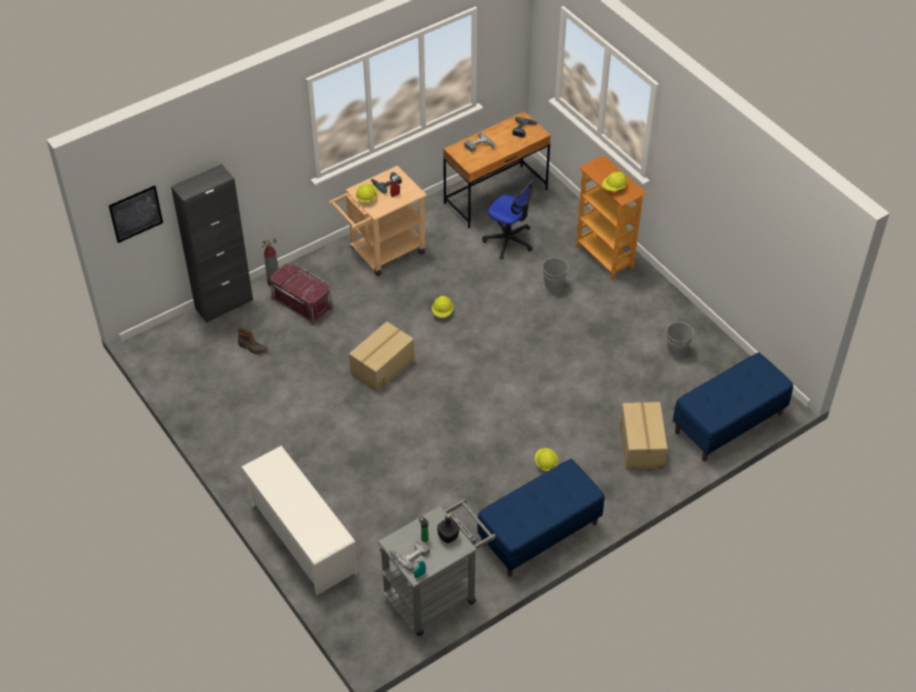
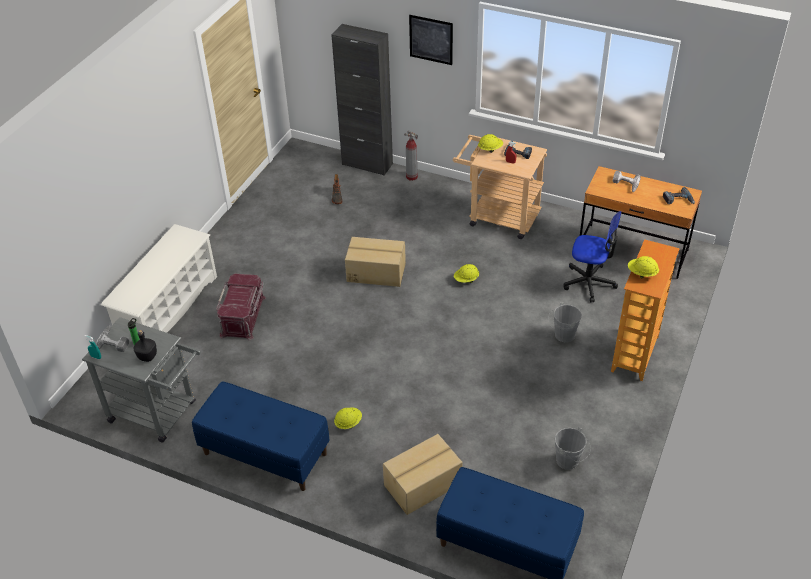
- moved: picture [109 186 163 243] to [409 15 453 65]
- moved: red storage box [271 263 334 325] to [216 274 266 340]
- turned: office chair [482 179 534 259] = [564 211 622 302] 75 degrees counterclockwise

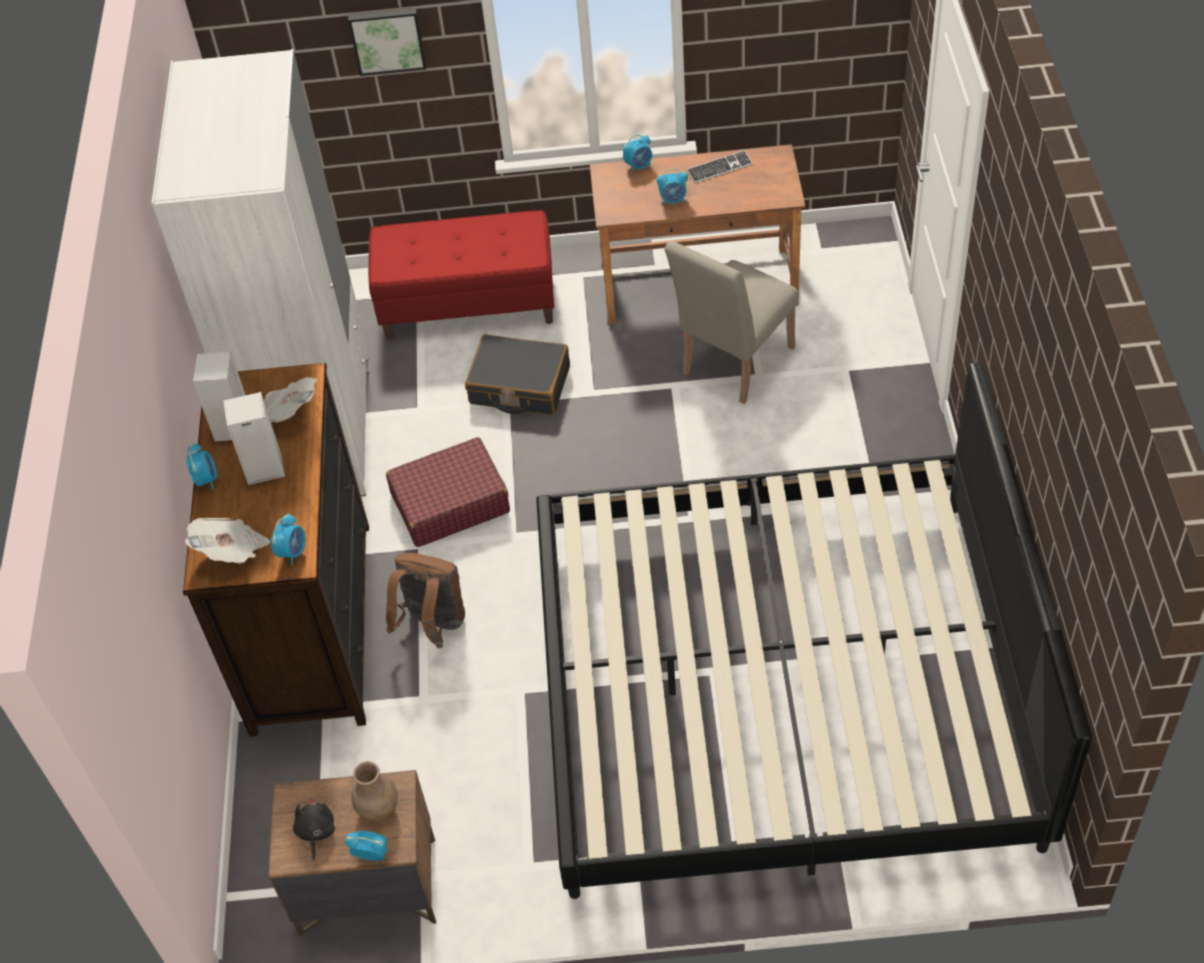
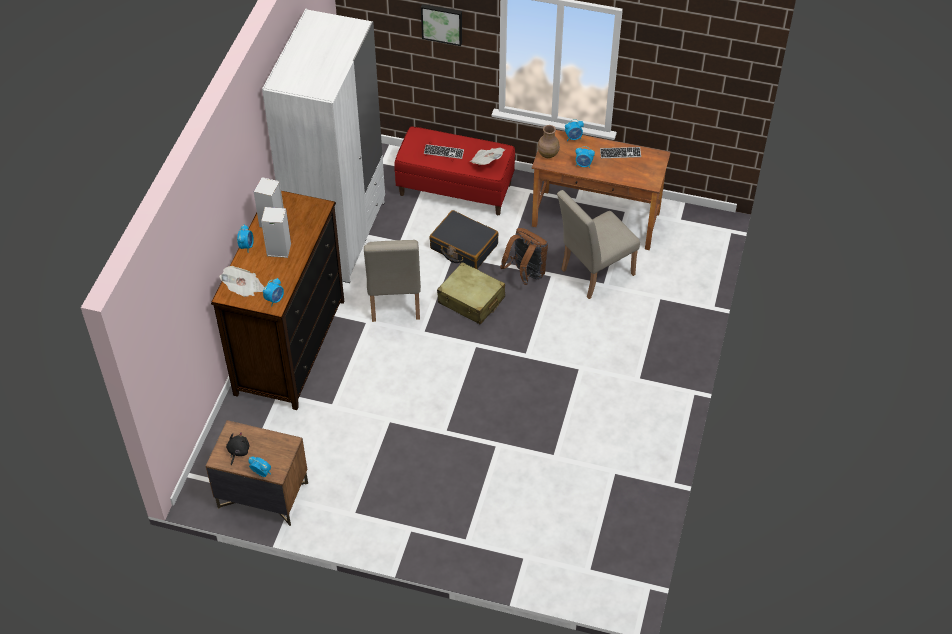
- removed: bed [536 362 1092 899]
- added: keyboard [424 144 464 159]
- added: beige suitcase [437 262 505 325]
- moved: newspaper [264 377 317 423] to [470 148 505 165]
- moved: brown vase [351 761 398 821] to [537 125 560 158]
- moved: brown backpack [386 553 465 648] to [500 228 548 285]
- replaced: red suitcase [386 437 510 547] to beige chair [364 240 421 322]

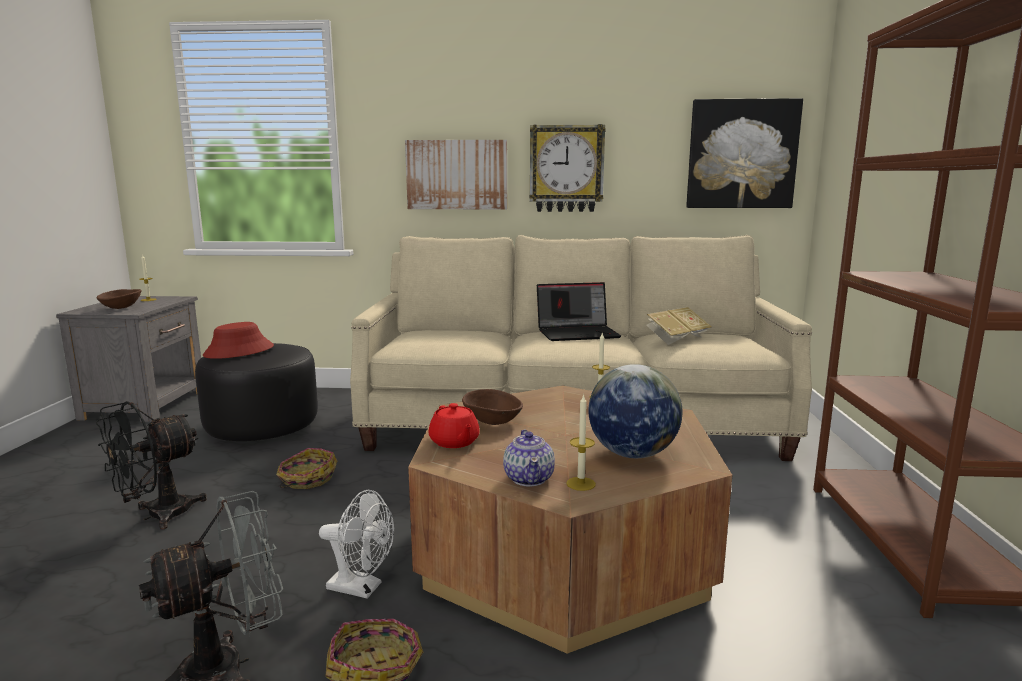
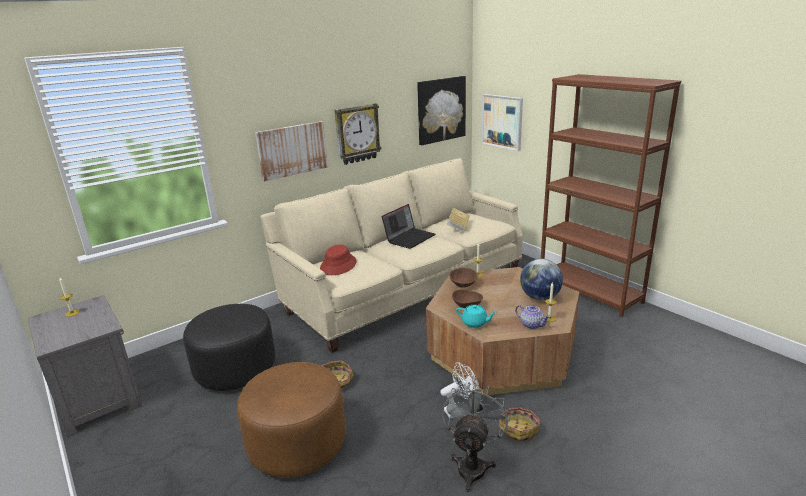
- added: picture [481 94 523 151]
- moved: brown bowl [96 289 142 309] to [450 268 478 287]
- moved: red hat [203 322 274 359] to [320 245 357 275]
- replaced: black fan [96 401 207 530] to brown ottoman [237 362 346 478]
- recoloured: red teapot [428 403 480 448] to turquoise teapot [456 305 496 328]

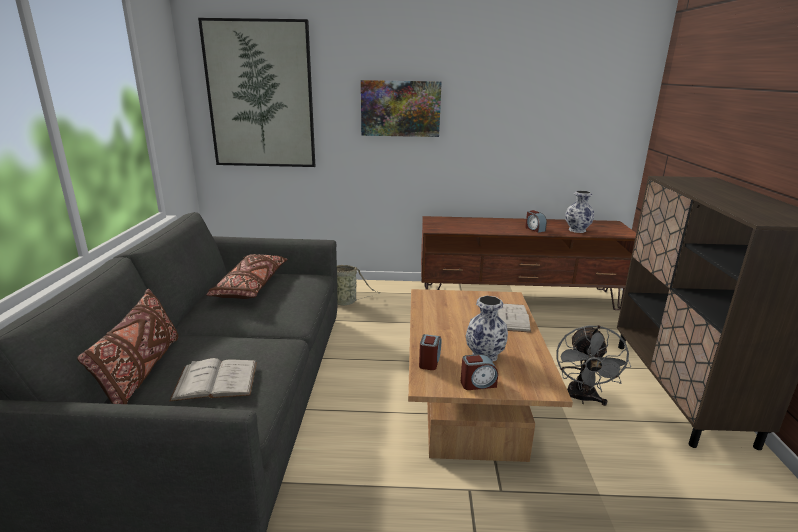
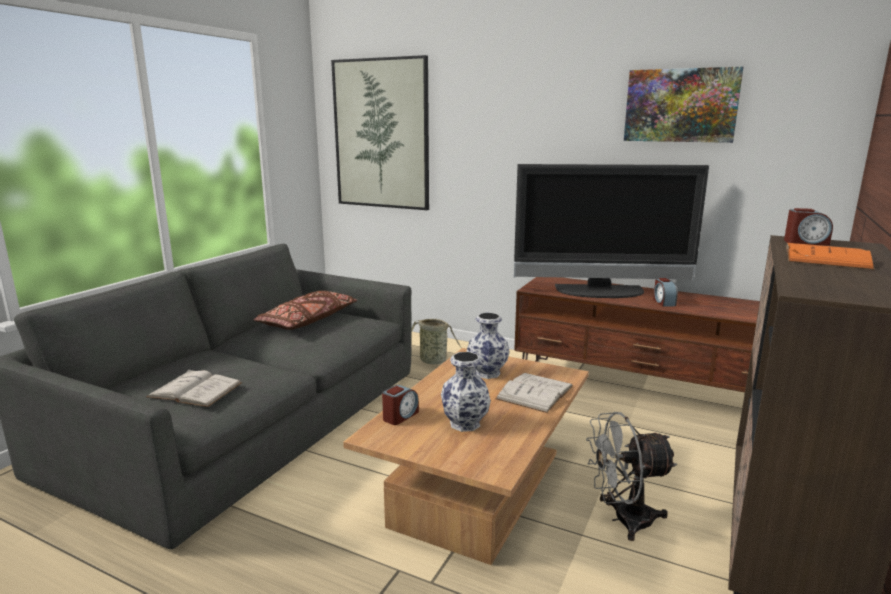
- removed: brown pillow [77 289 178 404]
- added: television [514 164 709 298]
- added: orange book [786 243 875 270]
- moved: picture [361 80 442 137] to [624 66 744 143]
- moved: alarm clock [461 354 498 390] to [784 208 833 246]
- moved: vase [565 190 594 233] to [467 312 510 379]
- turned: grey fan [556 325 631 406] = [586 412 677 541] 45 degrees clockwise

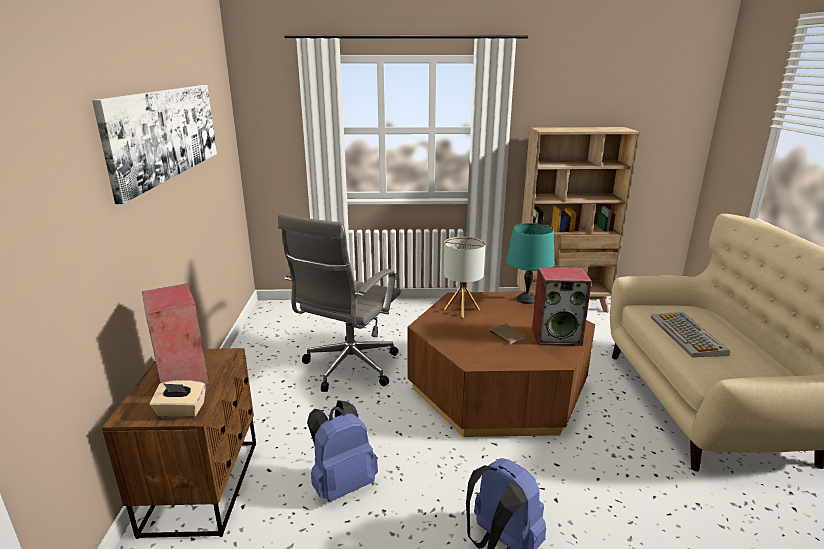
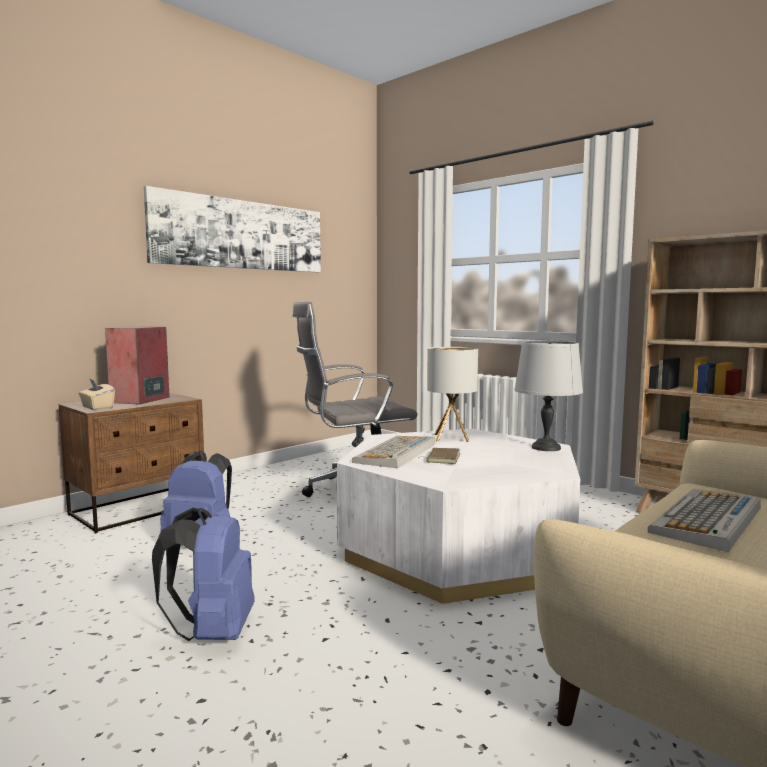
- removed: speaker [532 267 592 346]
- added: keyboard [352 436 435 468]
- recoloured: brown coffee table [407 292 595 437] to white coffee table [337 429 580 604]
- recoloured: turquoise table lamp [506 223 555 304] to grey table lamp [515 341 583 451]

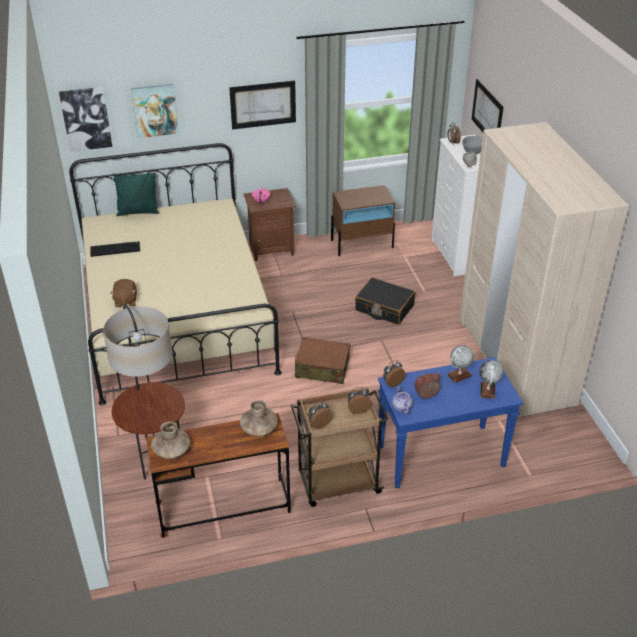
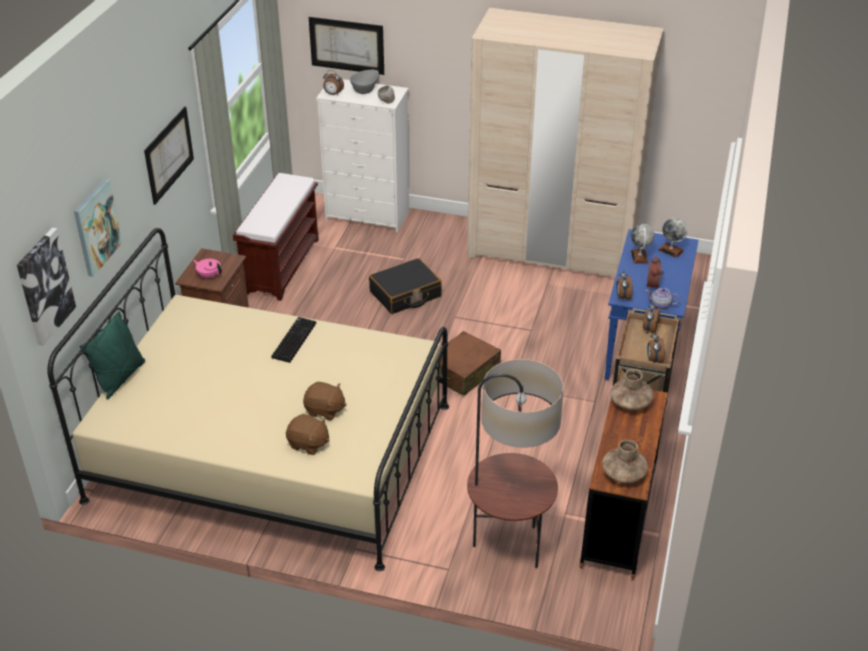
- added: brown plush toy [303 382 347 420]
- moved: keyboard [90 241 140 257] to [271 317 316 363]
- replaced: brown nightstand [331 185 395 256] to brown bench [233 173 319 301]

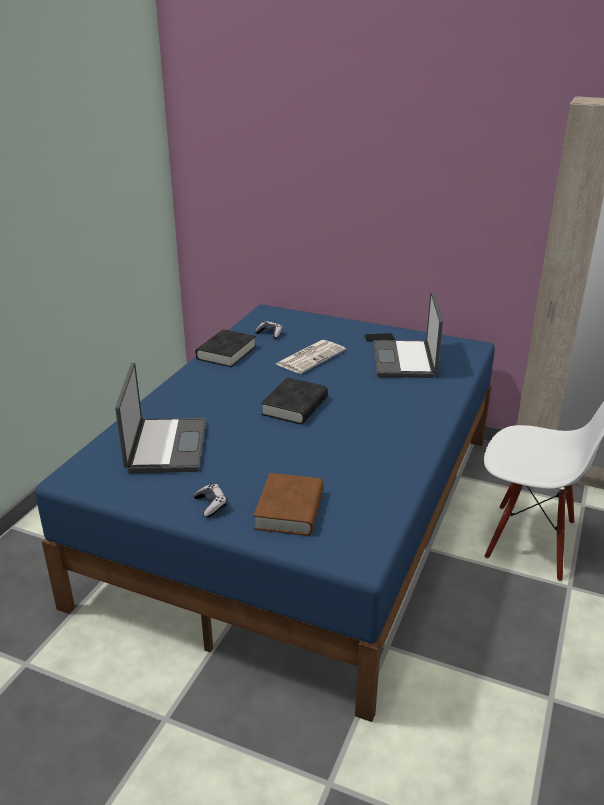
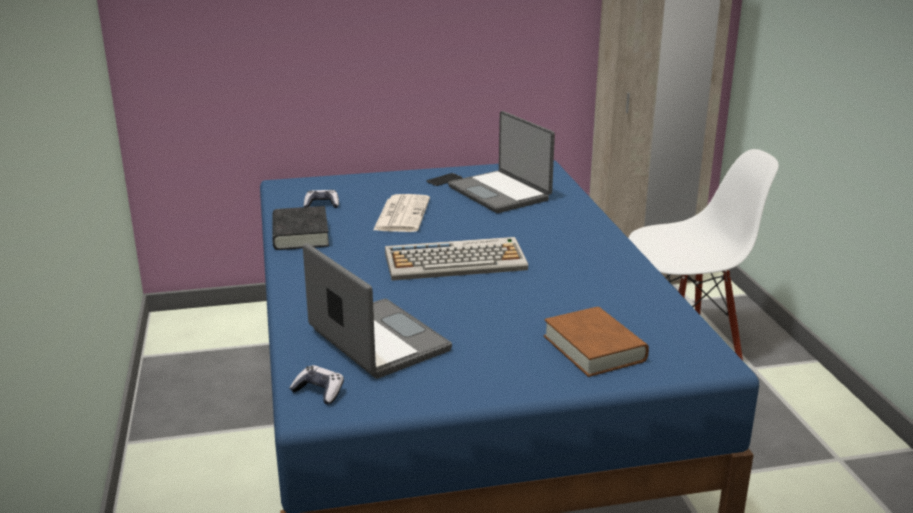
- moved: game controller [194 484 227 517] to [290 365 344 404]
- replaced: black book [261 378 328 424] to keyboard [385 237 528 281]

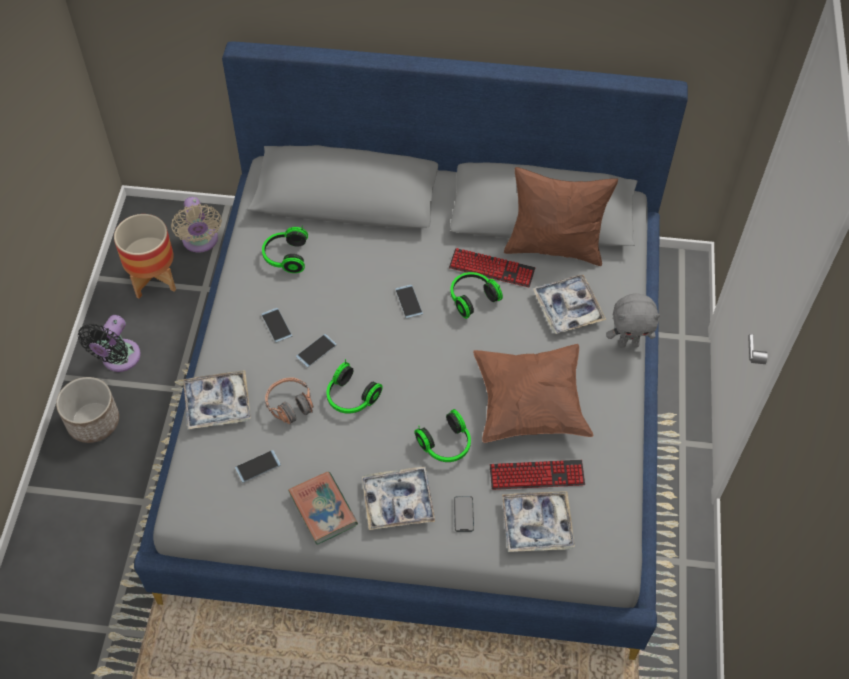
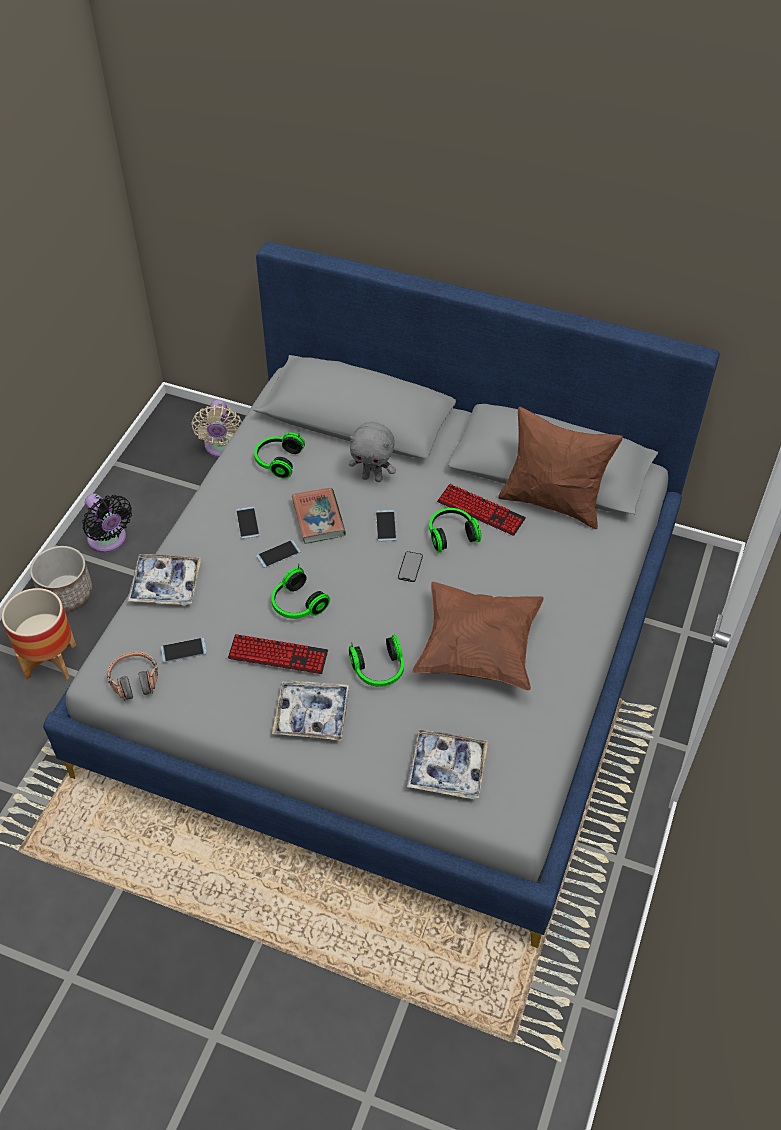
- removed: tray [533 274 606 334]
- moved: planter [114 214 176 299] to [2 588 76 680]
- moved: headphones [265 377 314 425] to [107 652 158 701]
- moved: book [288 471 358 545] to [292 488 346 544]
- moved: phone [454 496 474 532] to [398 551 423 582]
- moved: keyboard [490 460 585 490] to [228 634 328 674]
- moved: grey plush toy [606 293 660 348] to [349 422 396 482]
- turned: black fan [78 315 141 372] = [82 494 132 553] 75 degrees counterclockwise

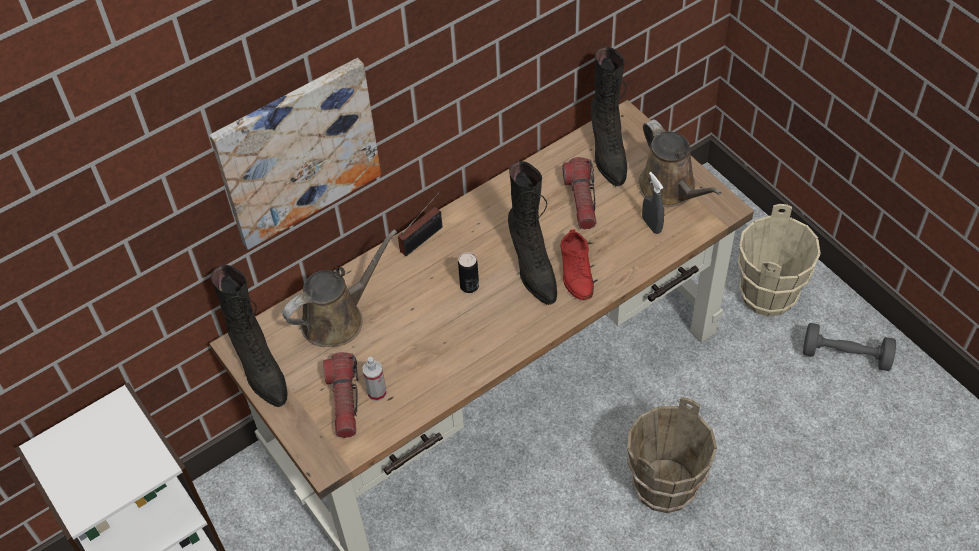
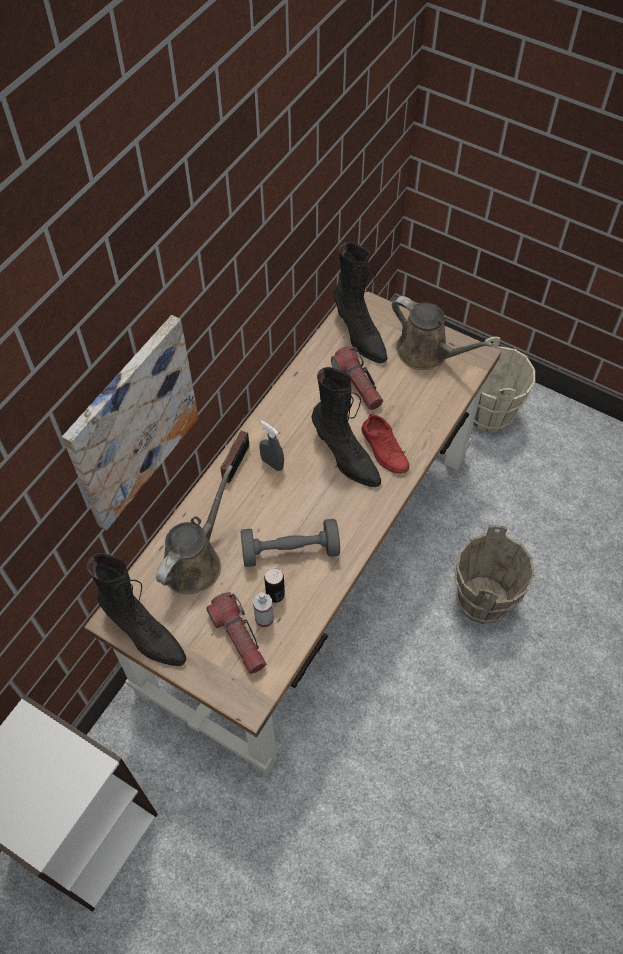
- moved: can [458 252 479 293] to [264 567 285 603]
- moved: grey spray bottle [642 172 664 234] to [259 420 284 471]
- moved: grey dumbbell [803 323 896 371] to [240 519 340 567]

